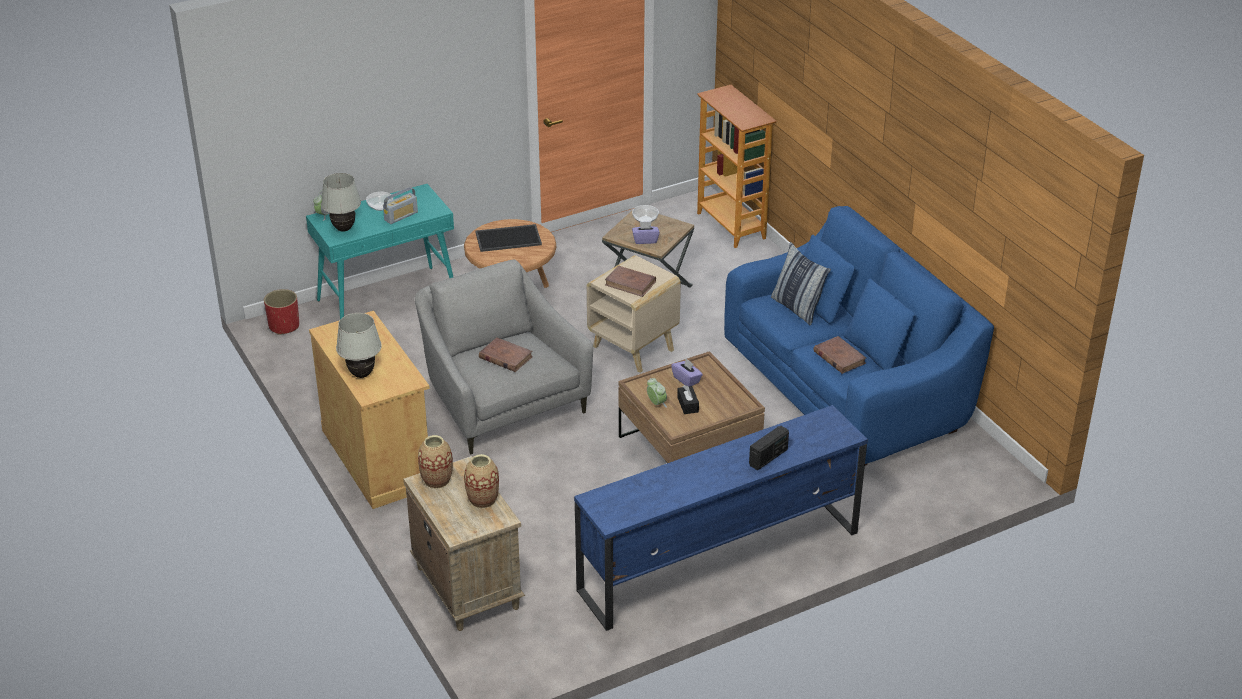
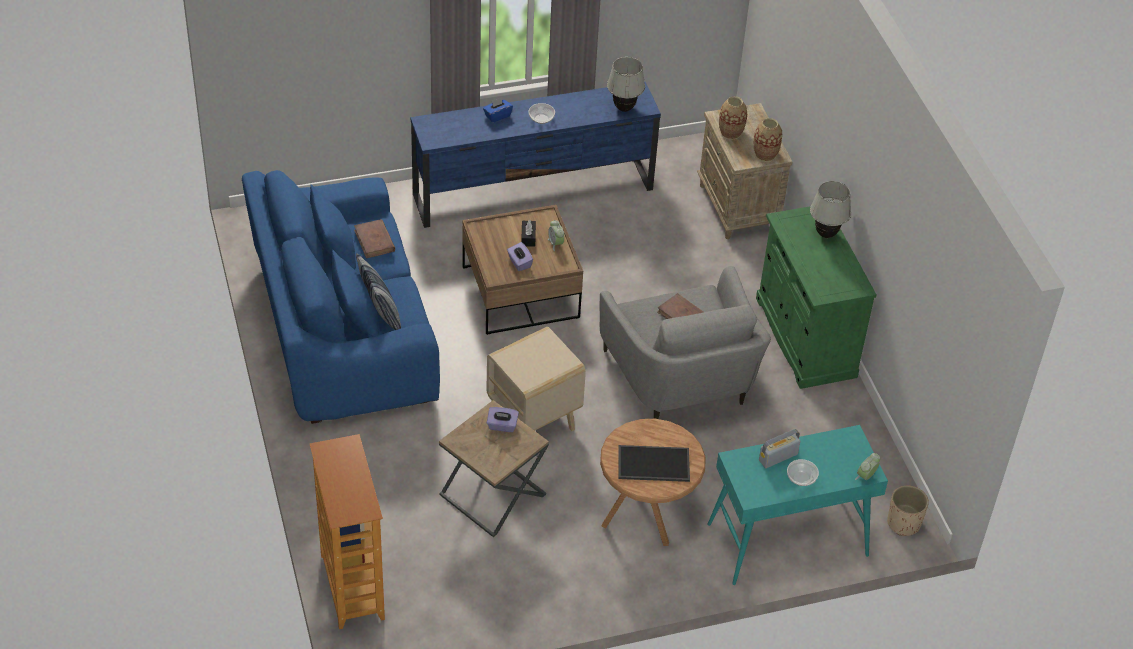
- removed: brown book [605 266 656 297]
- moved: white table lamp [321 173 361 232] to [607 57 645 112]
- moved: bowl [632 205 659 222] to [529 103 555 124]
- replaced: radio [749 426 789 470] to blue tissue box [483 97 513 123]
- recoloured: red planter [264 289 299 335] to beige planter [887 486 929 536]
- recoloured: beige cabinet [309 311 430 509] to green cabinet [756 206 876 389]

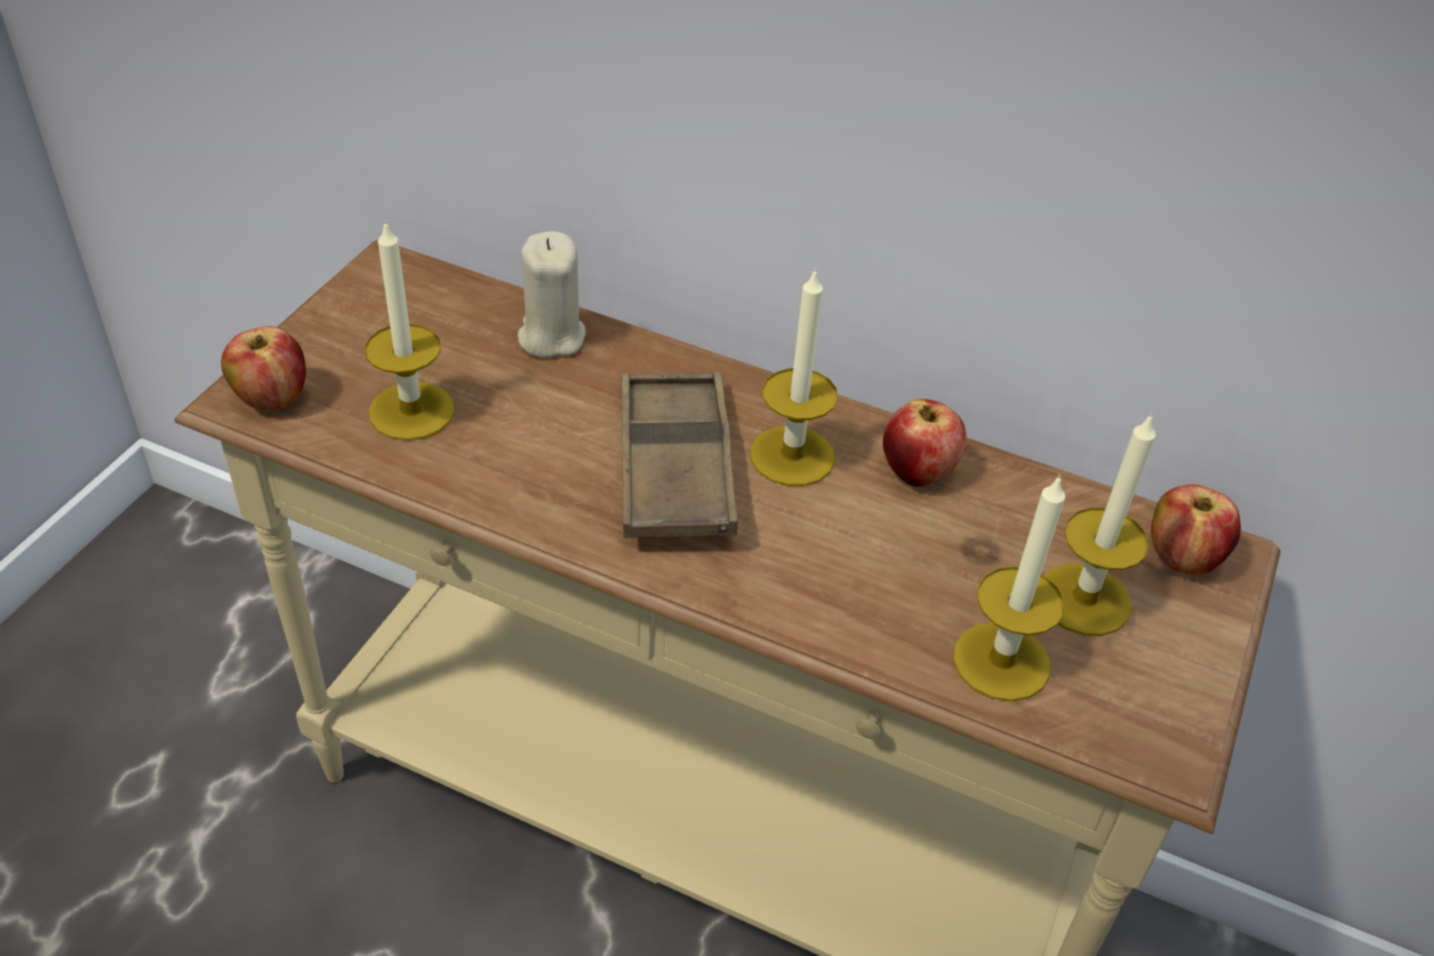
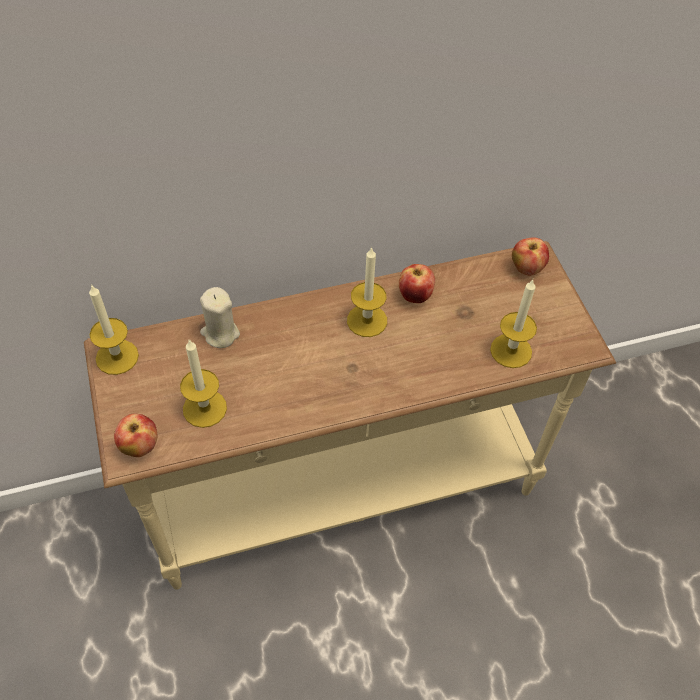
- removed: brown tray [621 372 738 539]
- moved: candle [1044 413 1156 636] to [89 284 139 375]

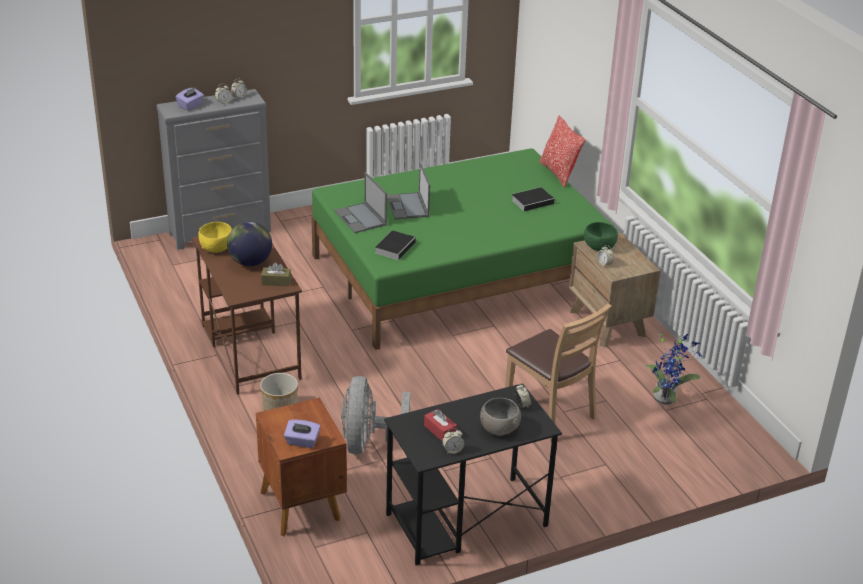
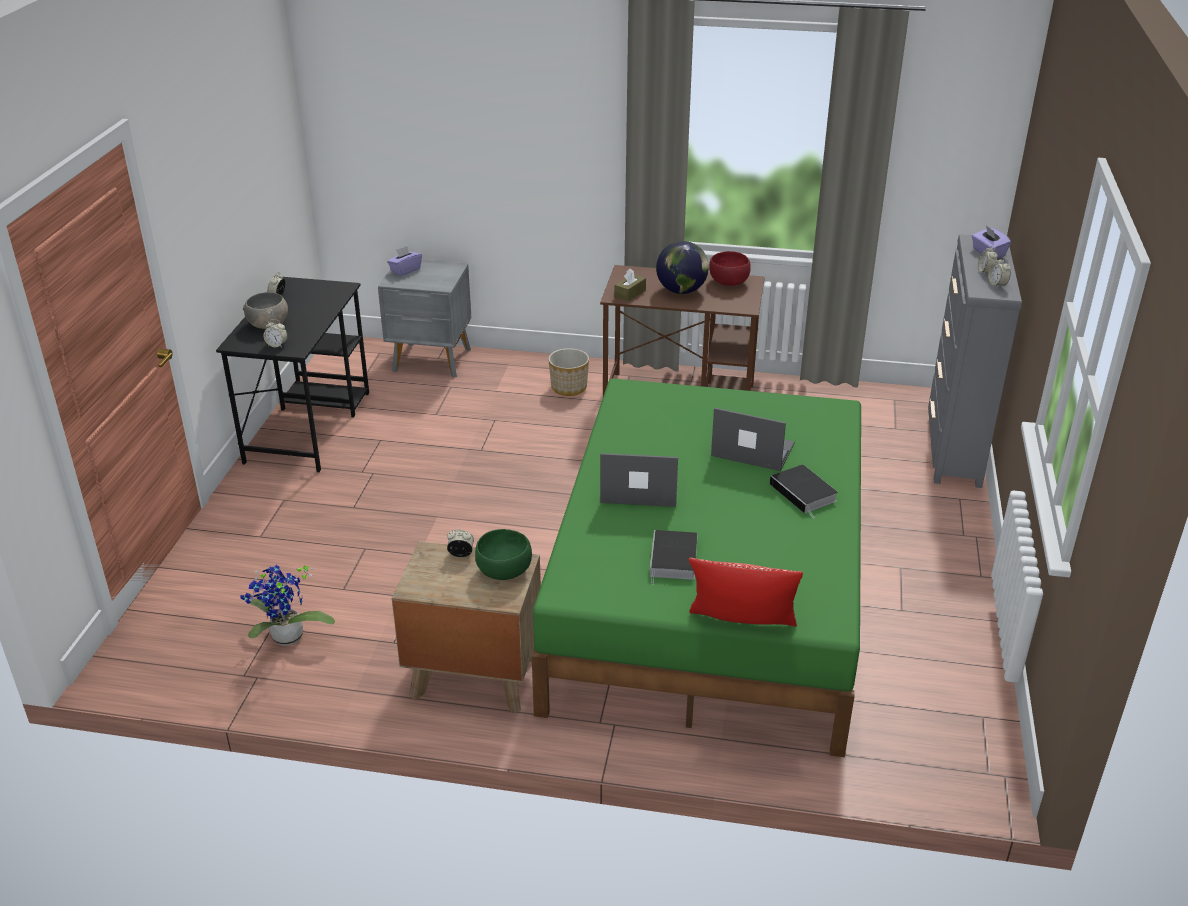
- removed: grey fan [341 376 410 454]
- removed: red tissue box [424 409 457 441]
- removed: brown chair [505 303 611 442]
- moved: laptop [334 172 387 233] to [600 453 678 507]
- moved: book [375 230 416 260] to [770 464 838 518]
- recoloured: yellow bowl [198 222 232 253] to red bowl [709 251 751 286]
- recoloured: brown nightstand [256 397 347 536] to grey nightstand [378 260 472 378]

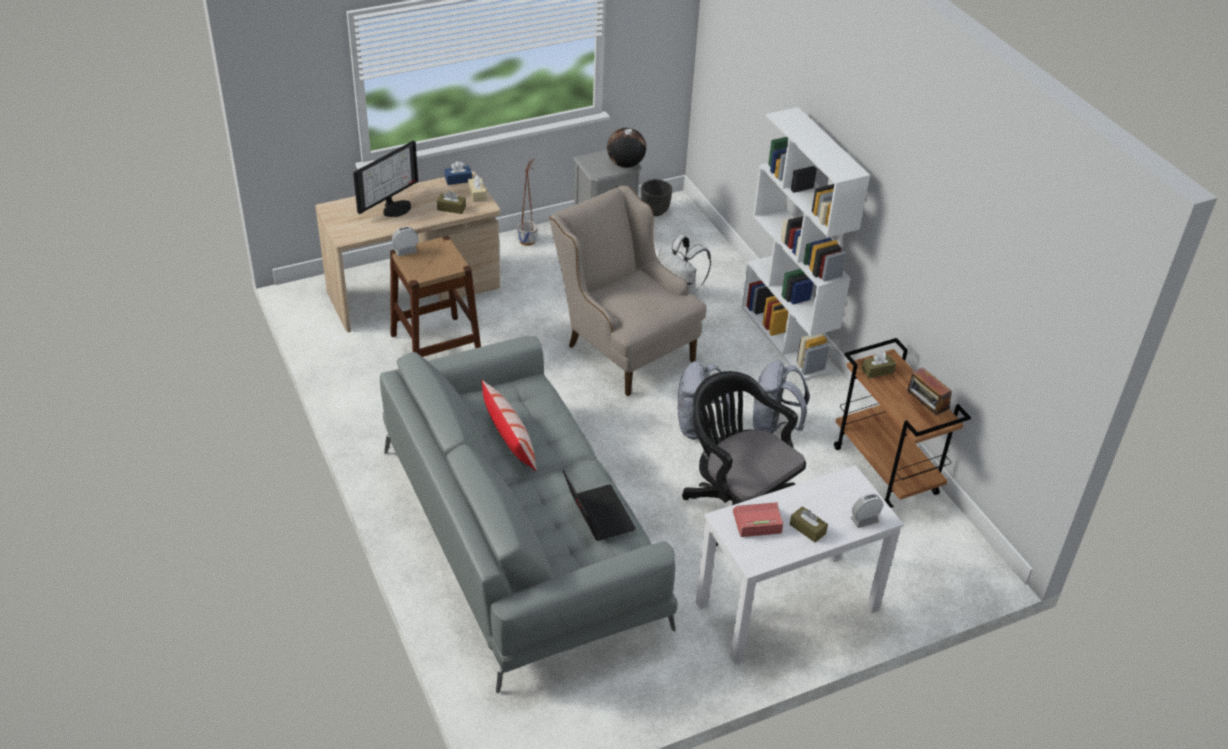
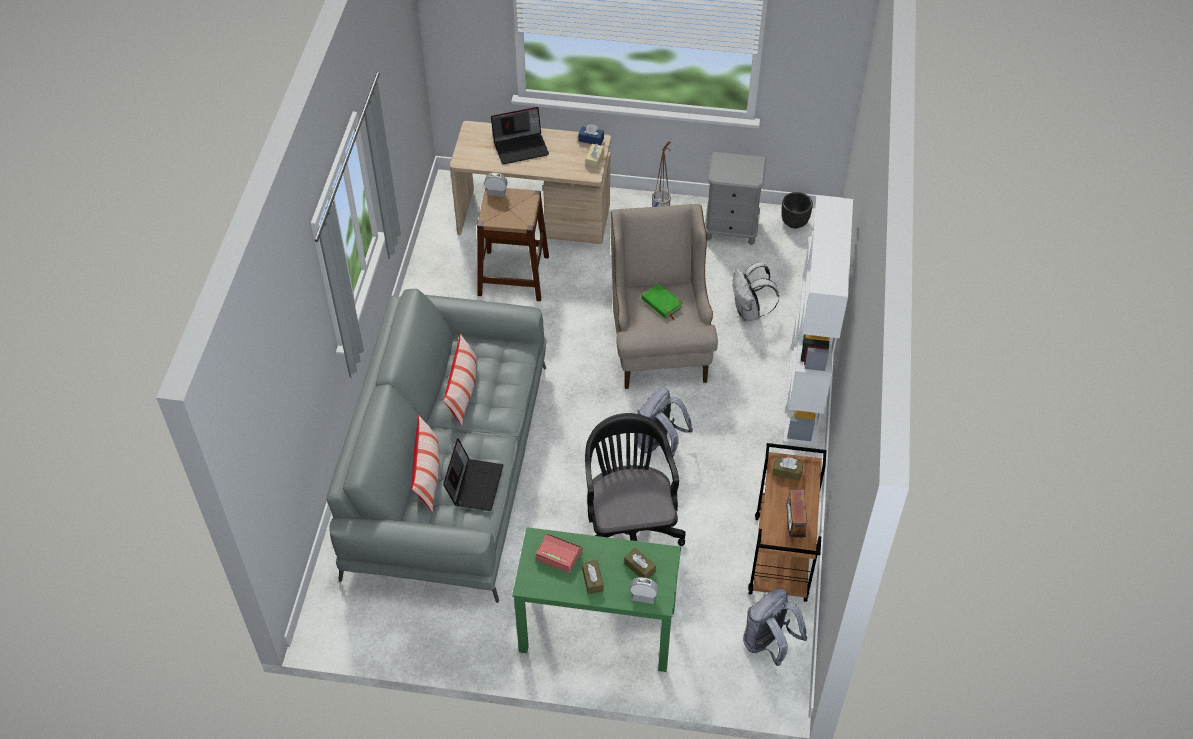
- removed: globe [607 128 646 168]
- added: pillow [412 415 440 512]
- added: green book [641 284 683 320]
- moved: brown tissue box [437 190 466 214] to [624 548 656 578]
- moved: grey backpack [753 360 810 434] to [743 589 807 666]
- replaced: monitor [353 140 418 217] to laptop [491 107 549 164]
- recoloured: white desk [696 465 904 664] to green desk [512 527 681 672]

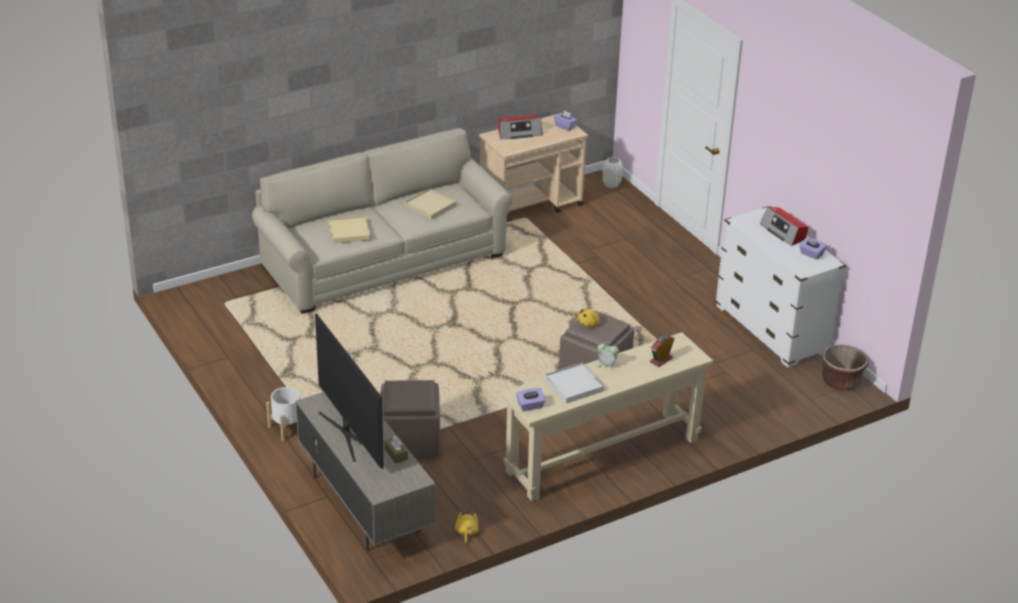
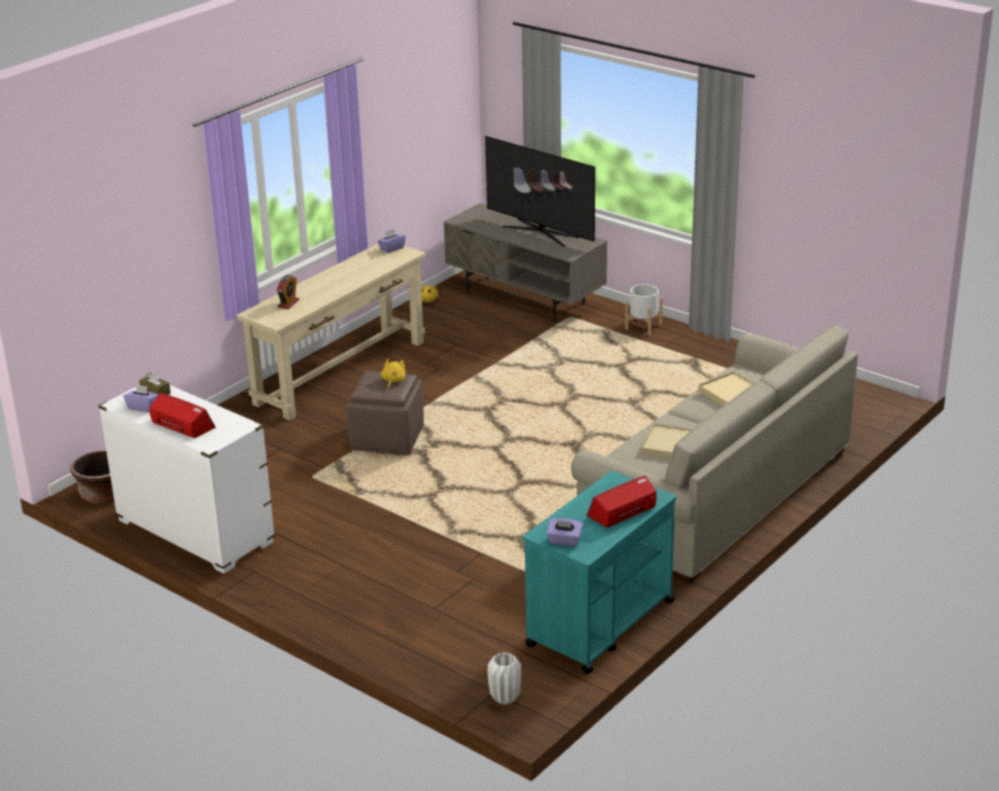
- removed: brown ottoman [380 380 440 456]
- removed: white tray [544 363 604 403]
- removed: alarm clock [597 342 619 370]
- moved: brown tissue box [384 436 408 464] to [139 371 171 395]
- recoloured: beige cart [479 113 588 212] to turquoise cart [522 471 677 674]

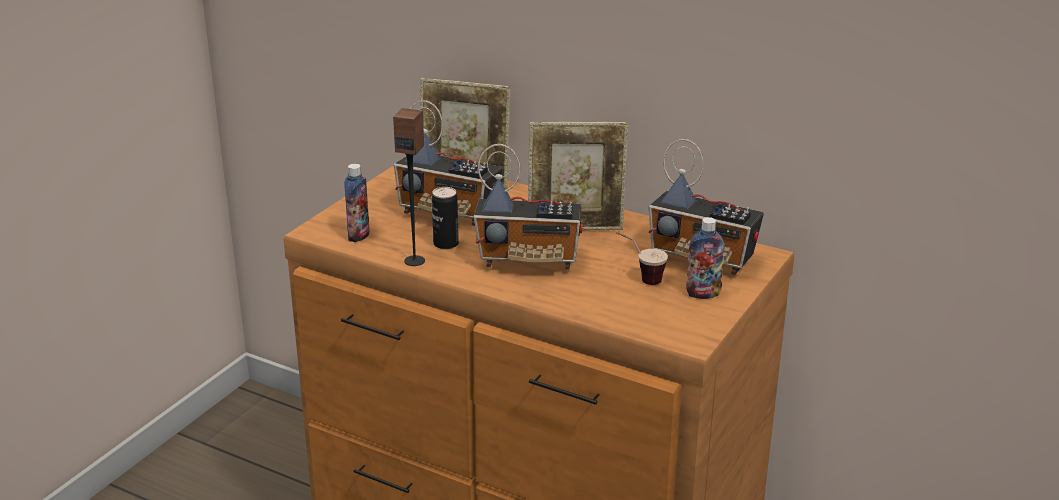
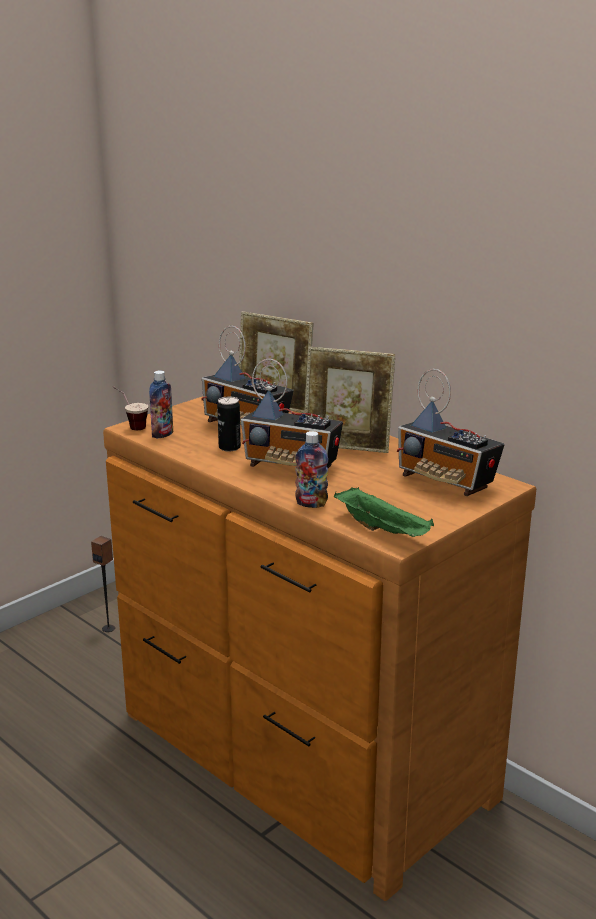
- added: green tray [334 487 434 537]
- moved: speaker [393 108 425 266] to [91 536 115 632]
- moved: cup [616 232 668 285] to [112 386 148 430]
- moved: bottle [686 217 725 299] to [295 431 328 508]

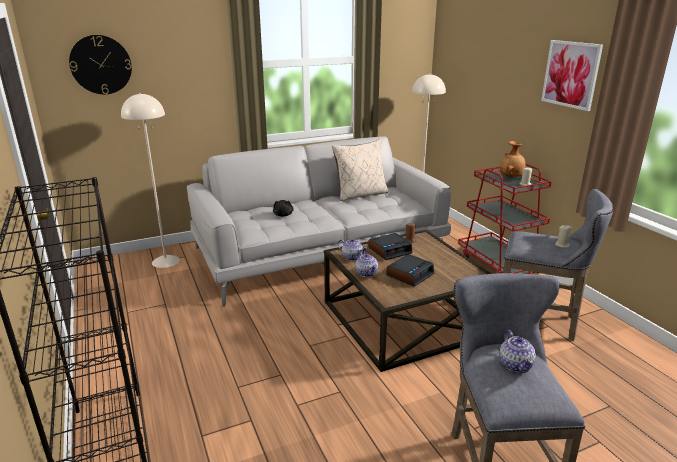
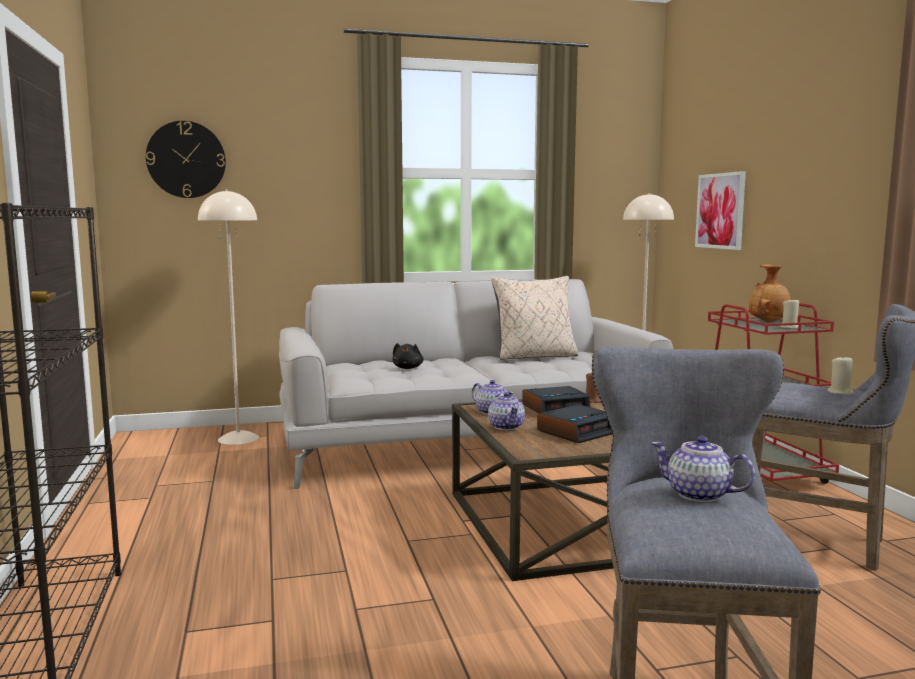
- moved: picture [541 40 603 111] to [695 171 746 250]
- turned: teapot [499 330 536 373] = [651 436 755 502] 120 degrees clockwise

